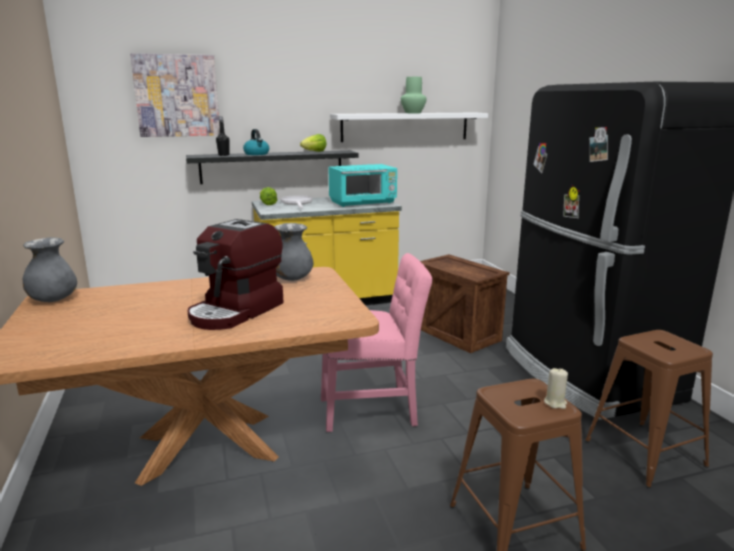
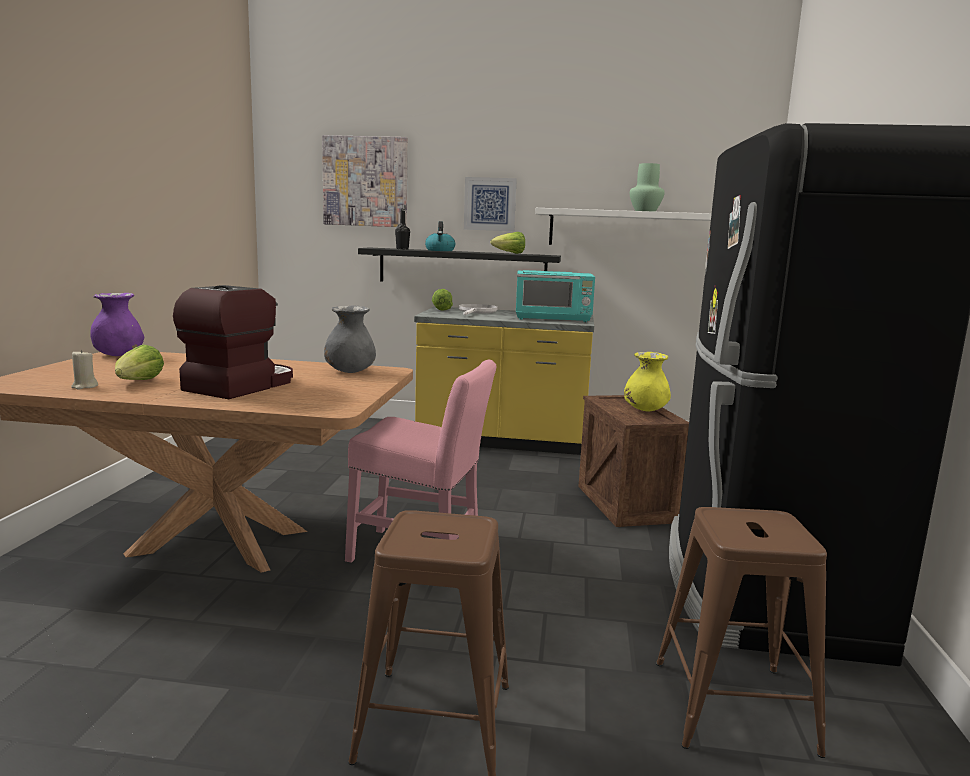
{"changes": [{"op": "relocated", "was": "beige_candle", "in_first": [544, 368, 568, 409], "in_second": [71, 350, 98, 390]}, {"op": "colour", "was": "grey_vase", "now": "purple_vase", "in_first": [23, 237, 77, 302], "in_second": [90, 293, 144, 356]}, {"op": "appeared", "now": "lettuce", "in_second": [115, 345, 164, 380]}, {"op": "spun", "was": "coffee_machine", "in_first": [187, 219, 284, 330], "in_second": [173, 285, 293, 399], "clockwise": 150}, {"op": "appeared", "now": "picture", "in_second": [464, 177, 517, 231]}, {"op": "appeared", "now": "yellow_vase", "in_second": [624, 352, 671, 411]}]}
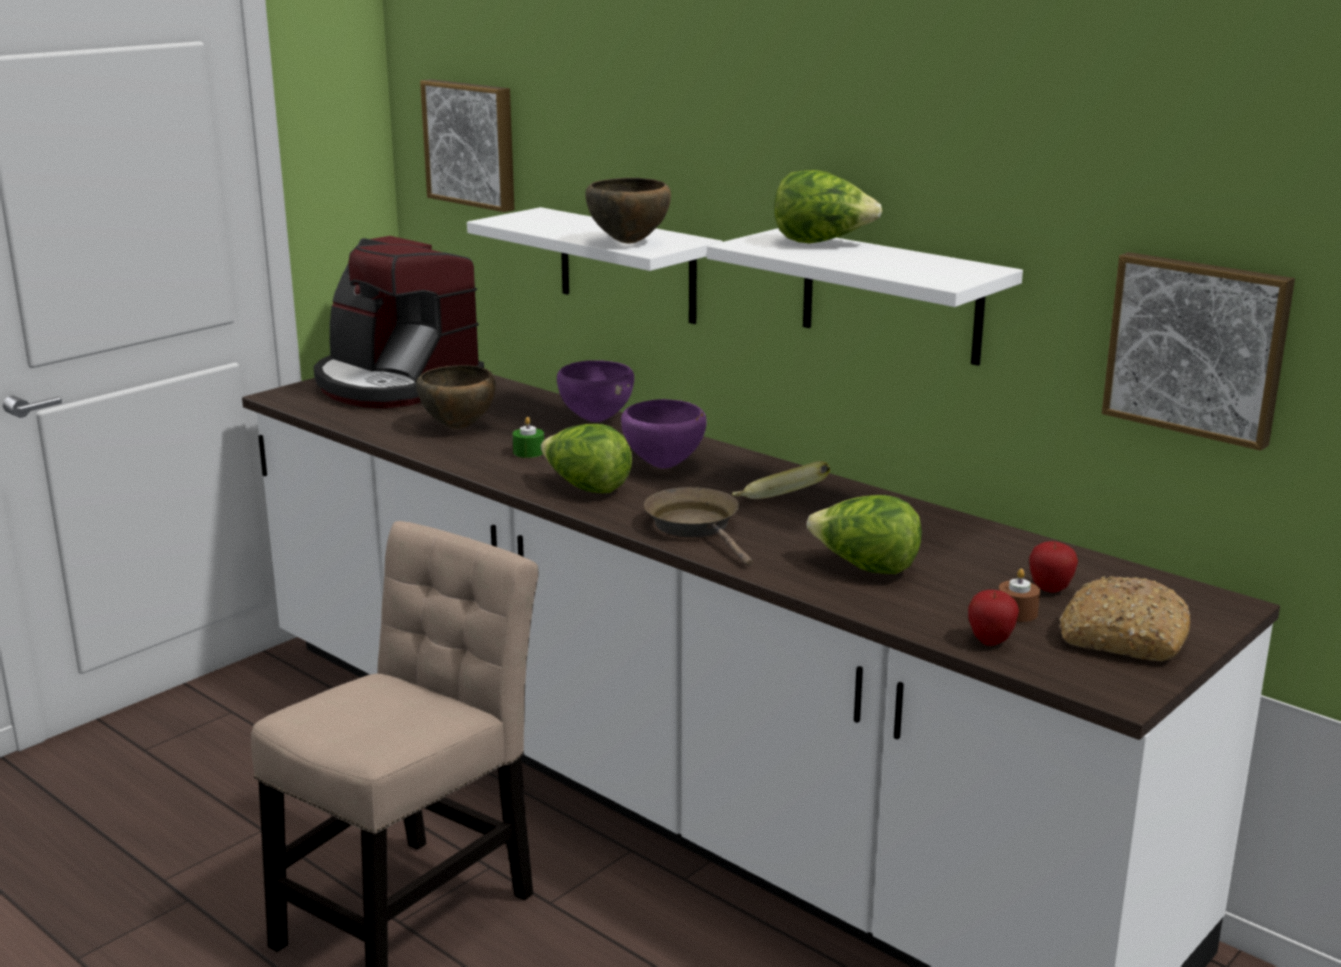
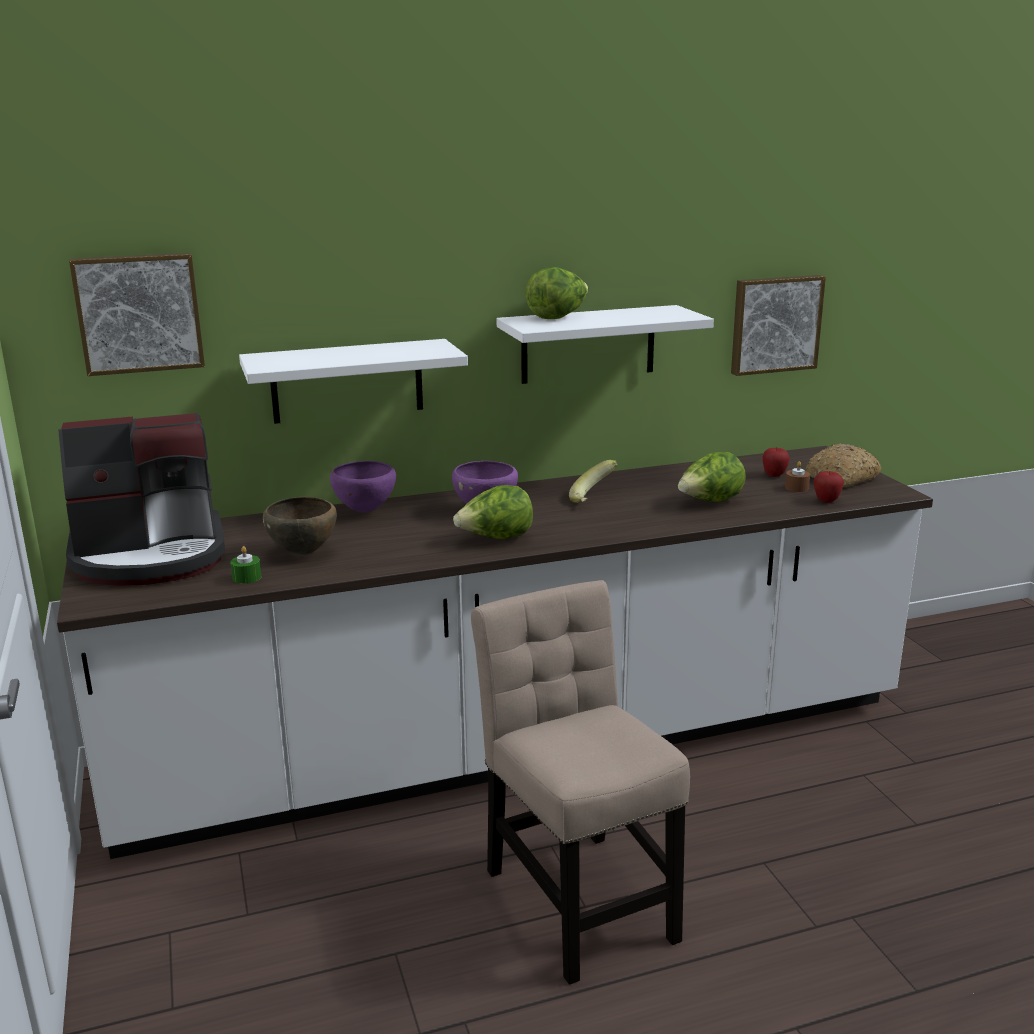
{"changes": [{"op": "relocated", "was": "green_candle", "in_first": [513, 417, 544, 458], "in_second": [230, 546, 261, 584]}, {"op": "missing", "was": "brown_bowl", "in_first": [585, 178, 671, 244]}, {"op": "missing", "was": "brown_frying_pan", "in_first": [644, 487, 753, 566]}]}
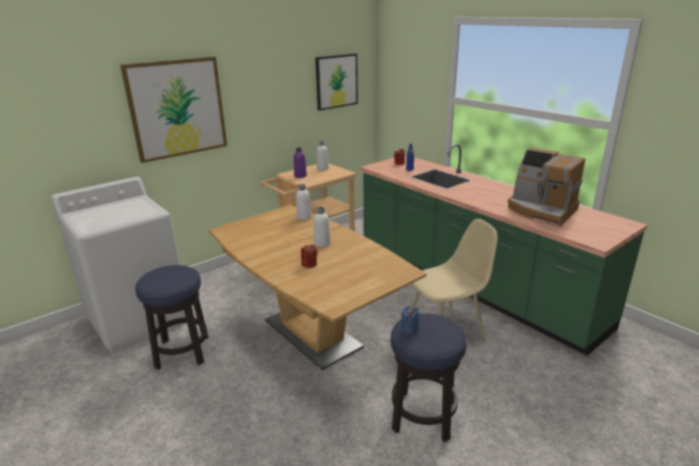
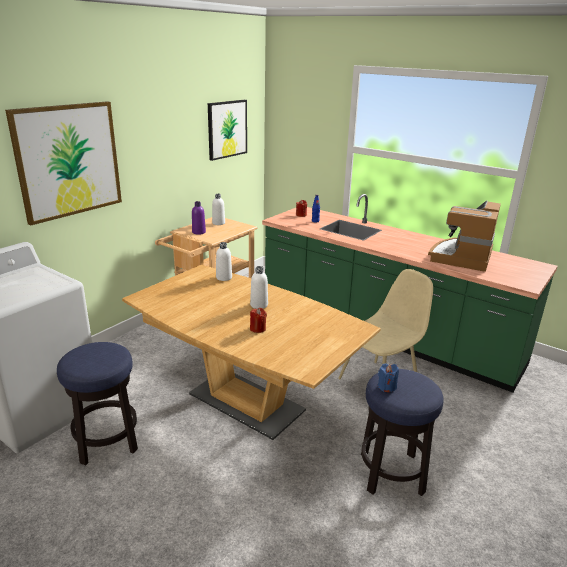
{"changes": [{"op": "spun", "was": "coffee_machine", "in_first": [508, 148, 585, 226], "in_second": [428, 201, 501, 272], "clockwise": 90}]}
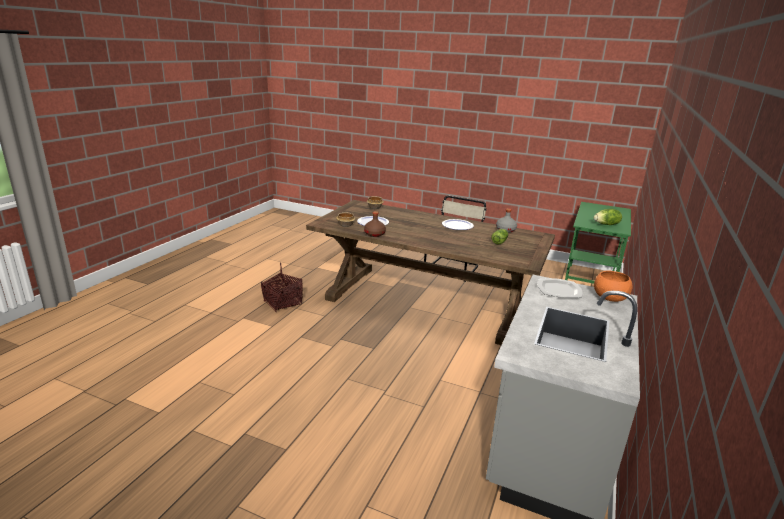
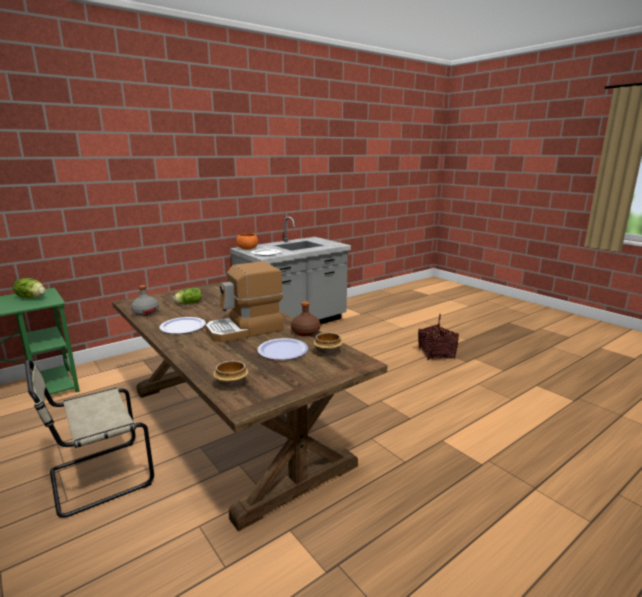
{"changes": [{"op": "appeared", "now": "coffee_machine", "in_second": [205, 261, 284, 343]}, {"op": "relocated", "was": "basket", "in_first": [261, 263, 303, 312], "in_second": [418, 314, 459, 360]}]}
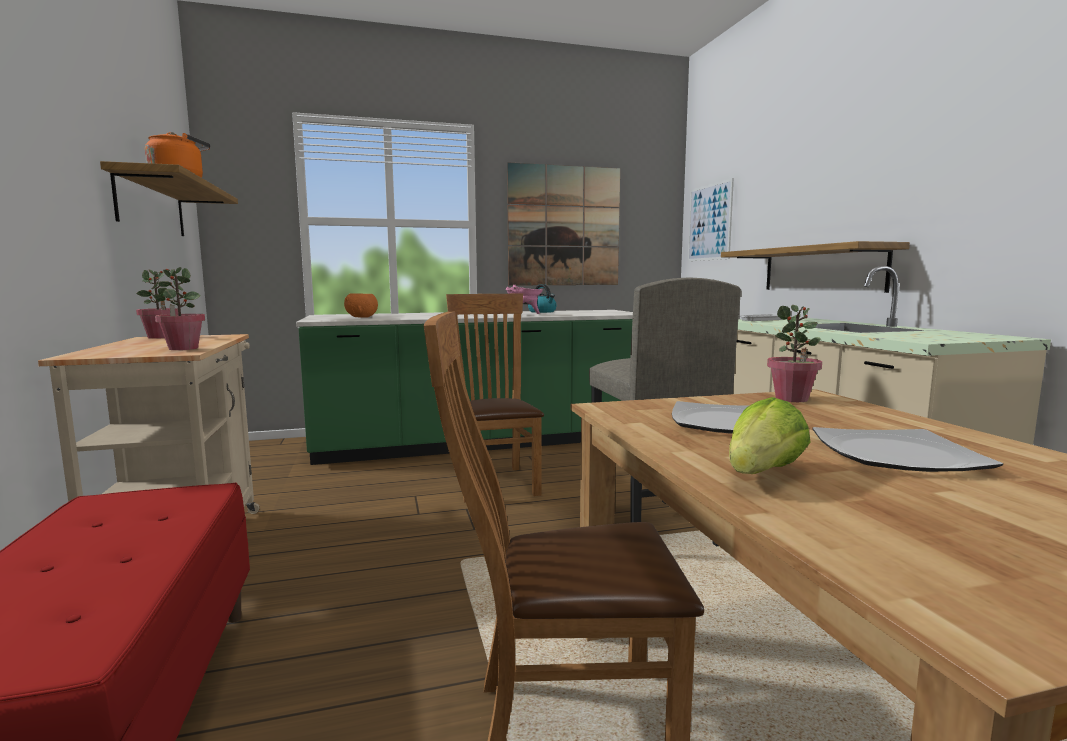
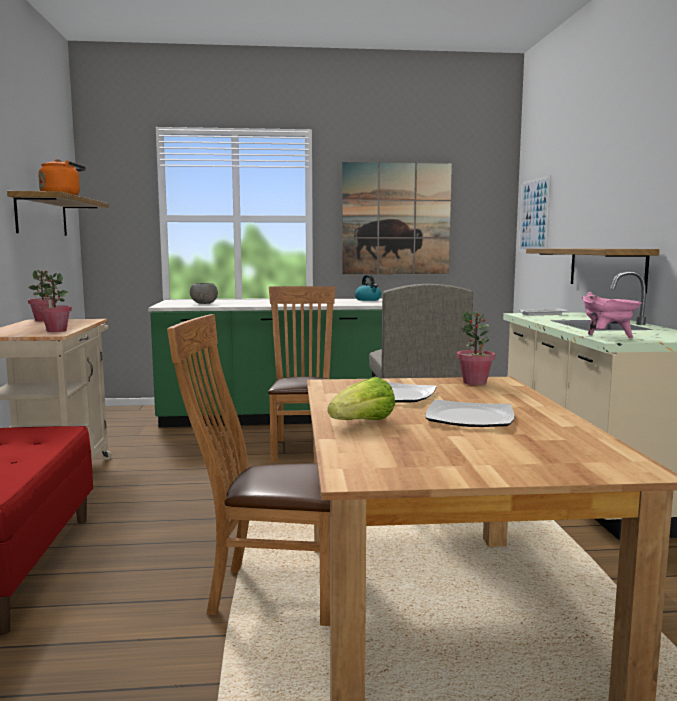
{"changes": [{"op": "colour", "was": "orange_bowl", "now": "grey_bowl", "in_first": [344, 293, 378, 318], "in_second": [190, 283, 218, 304]}, {"op": "relocated", "was": "pink_cooking_pot", "in_first": [506, 285, 543, 314], "in_second": [582, 292, 642, 338]}]}
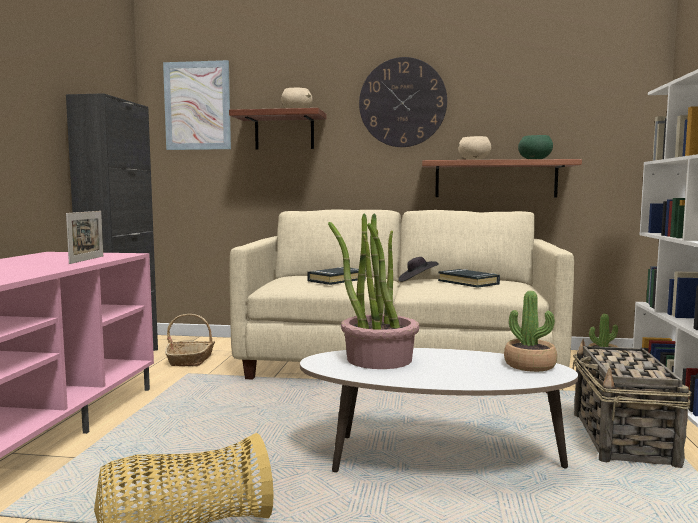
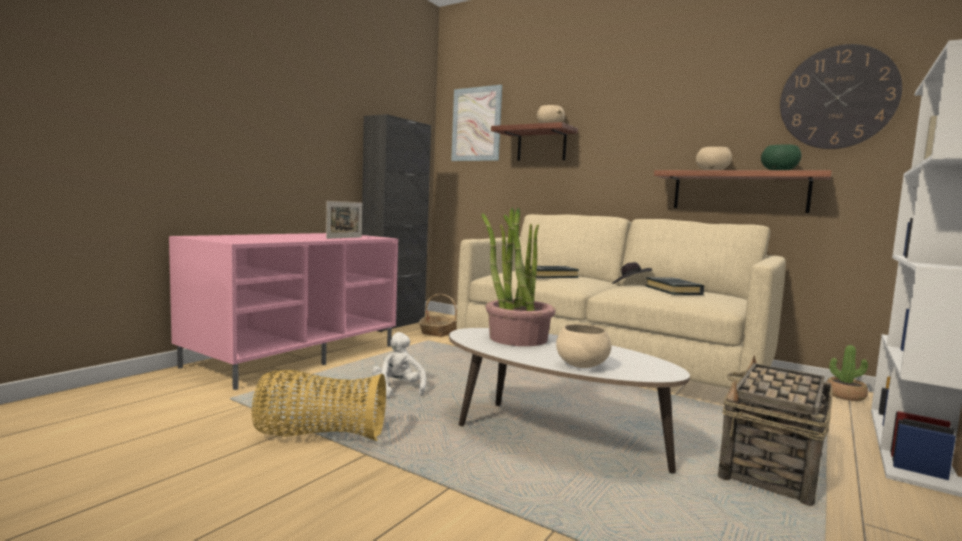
{"changes": [{"op": "appeared", "now": "white_plush_toy", "in_second": [372, 332, 426, 398]}, {"op": "appeared", "now": "beige_bowl", "in_second": [556, 324, 611, 368]}, {"op": "relocated", "was": "wall_clock", "in_first": [359, 57, 447, 147], "in_second": [780, 44, 902, 149]}, {"op": "missing", "was": "potted_plant", "in_first": [504, 291, 557, 372]}]}
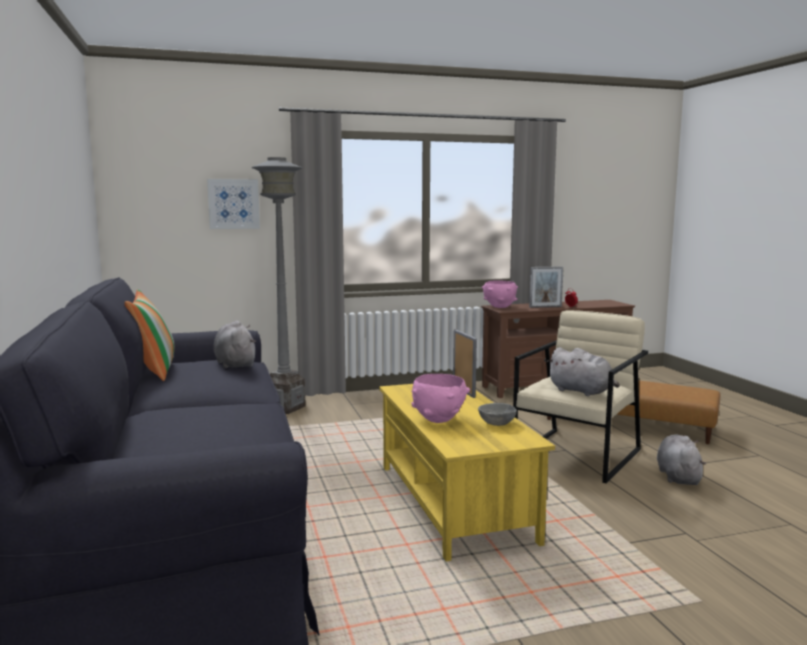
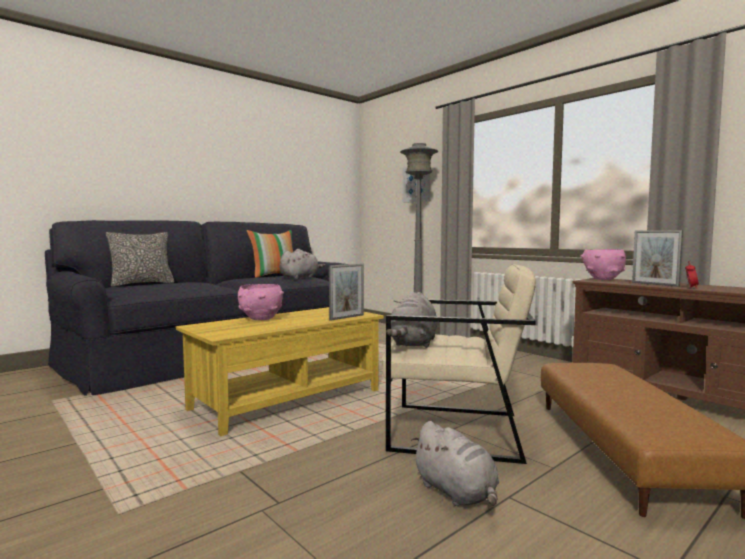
{"changes": [{"op": "appeared", "now": "pillow", "in_second": [106, 232, 174, 287]}, {"op": "spun", "was": "grey_plush_toy", "in_first": [657, 435, 706, 485], "in_second": [411, 421, 499, 506], "clockwise": 75}, {"op": "missing", "was": "grey_bowl", "in_first": [478, 403, 517, 426]}]}
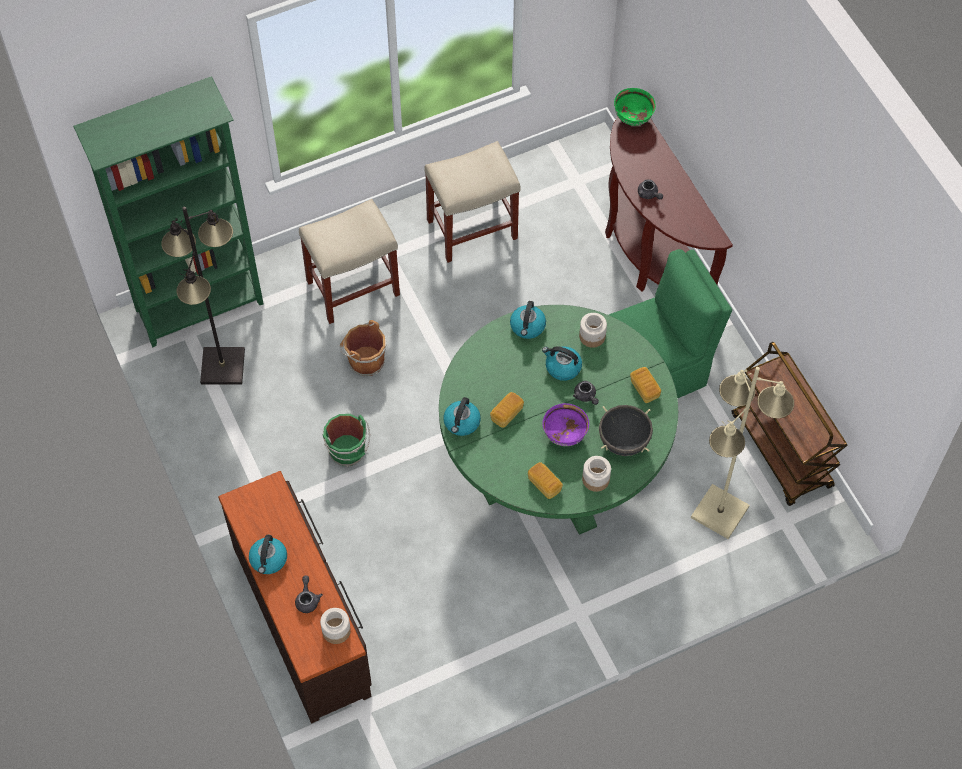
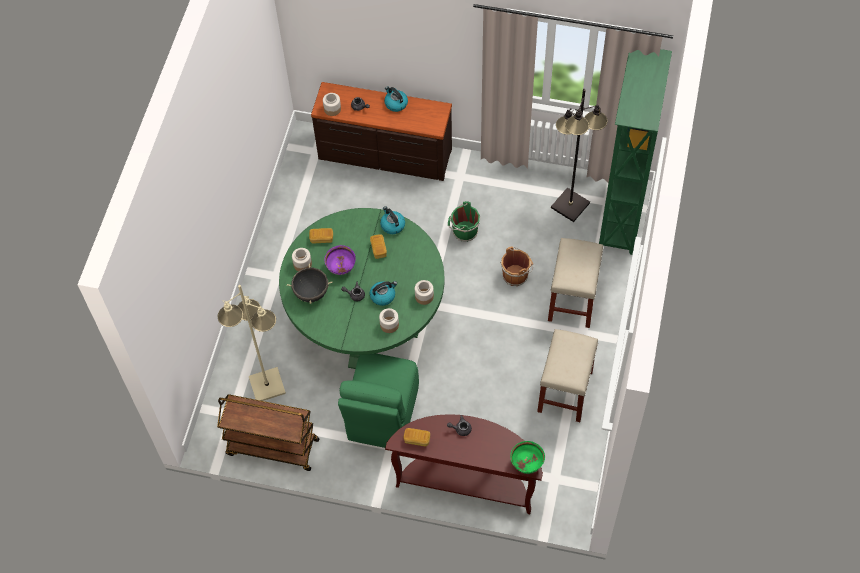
{"changes": [{"op": "relocated", "was": "bread", "in_first": [630, 367, 661, 403], "in_second": [404, 428, 430, 446]}, {"op": "exchanged", "was": "kettle", "now": "jar", "in_first": [510, 301, 546, 339], "in_second": [415, 280, 434, 305]}]}
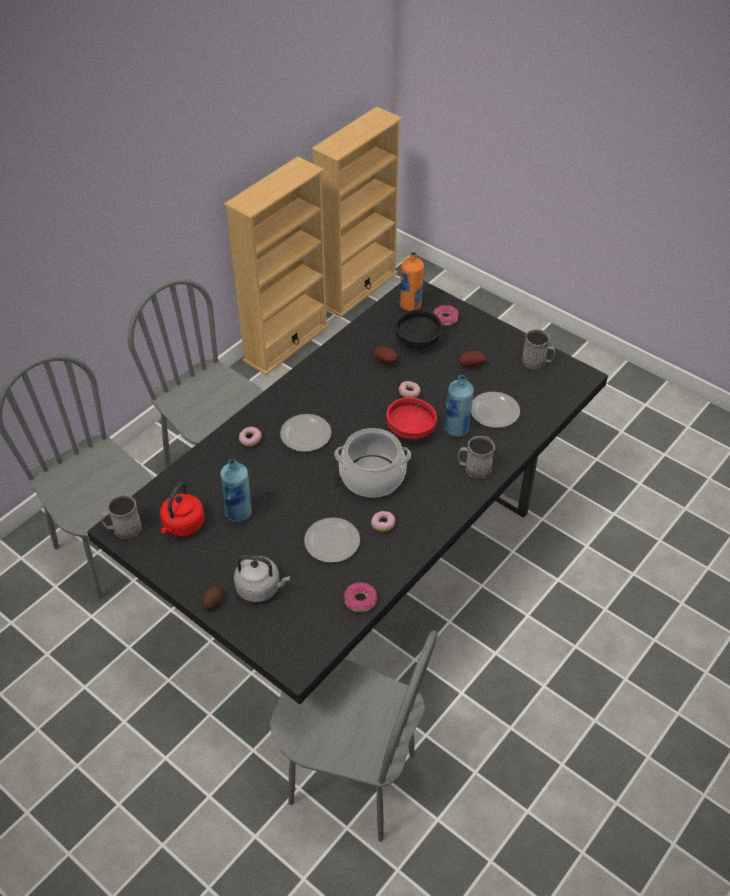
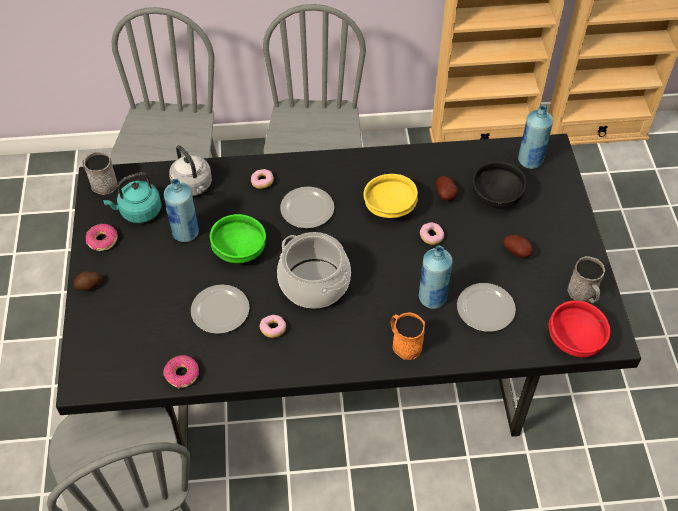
{"changes": [{"op": "relocated", "was": "donut", "in_first": [433, 305, 459, 326], "in_second": [86, 224, 117, 251]}, {"op": "colour", "was": "red_kettle", "now": "turquoise_kettle", "in_first": [160, 482, 205, 537], "in_second": [103, 172, 162, 223]}, {"op": "relocated", "was": "grey_kettle", "in_first": [234, 555, 290, 602], "in_second": [169, 145, 212, 196]}, {"op": "appeared", "now": "green_bowl", "in_second": [210, 214, 266, 263]}, {"op": "appeared", "now": "yellow_bowl", "in_second": [363, 174, 418, 218]}, {"op": "colour", "was": "grey_mug", "now": "orange_mug", "in_first": [458, 436, 495, 478], "in_second": [391, 313, 425, 360]}, {"op": "colour", "was": "orange_bottle", "now": "blue_bottle", "in_first": [400, 251, 424, 311], "in_second": [518, 105, 553, 169]}, {"op": "relocated", "was": "red_bowl", "in_first": [386, 397, 437, 440], "in_second": [549, 301, 610, 357]}]}
